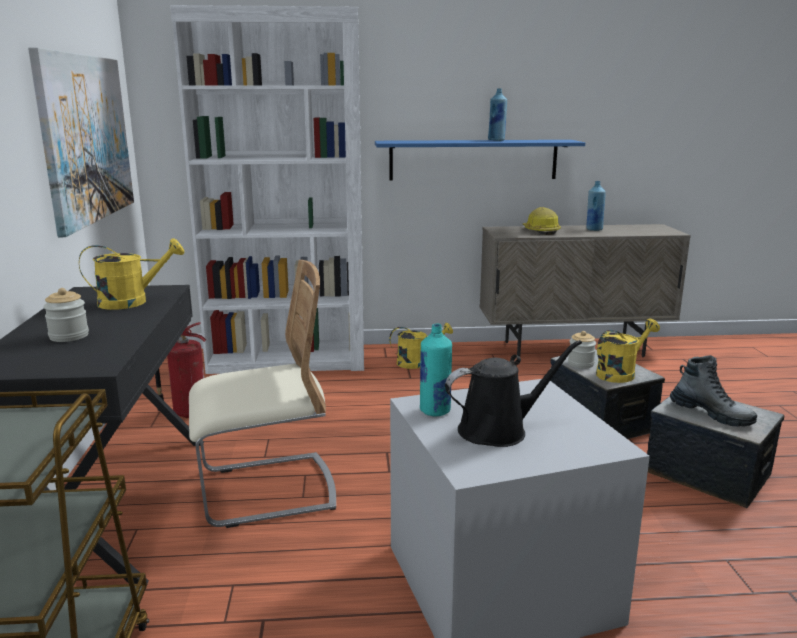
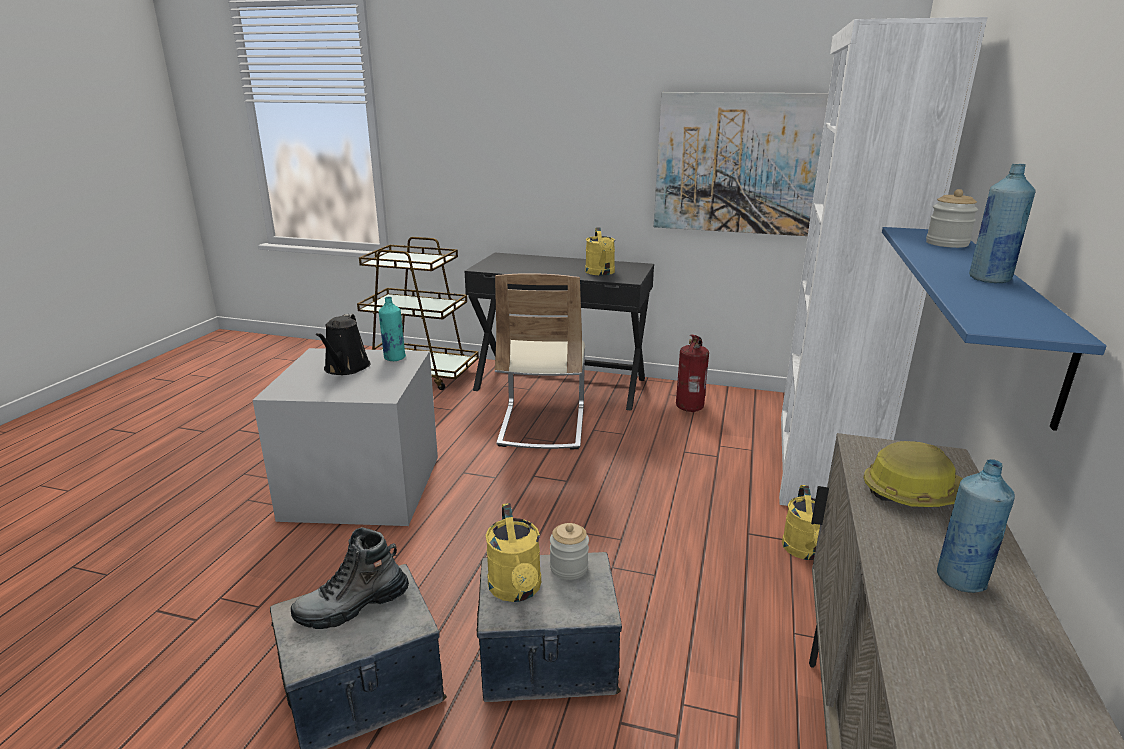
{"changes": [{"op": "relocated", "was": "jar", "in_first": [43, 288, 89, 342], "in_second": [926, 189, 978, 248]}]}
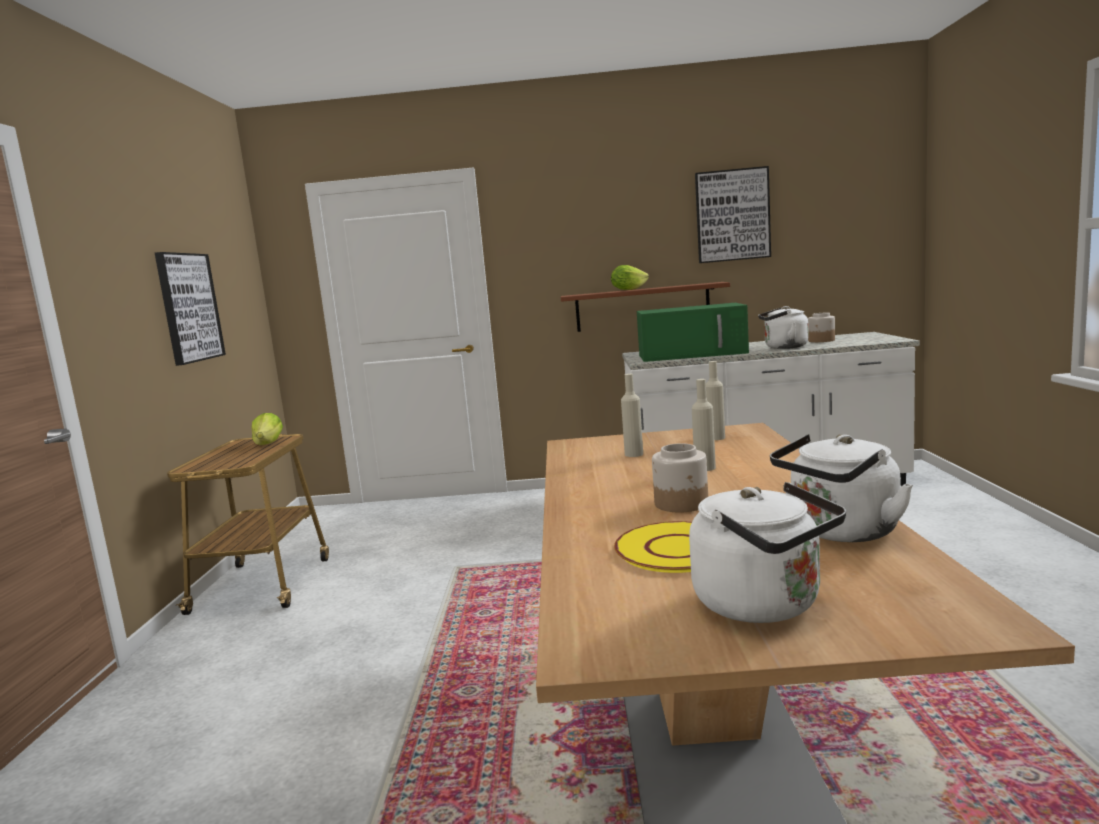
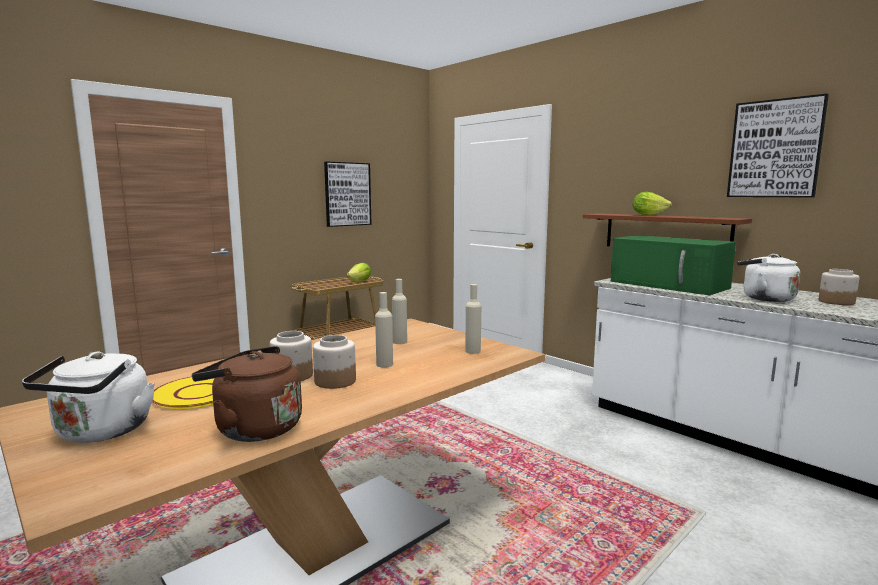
{"changes": [{"op": "colour", "was": "white_kettle", "now": "brown_kettle", "in_first": [770, 434, 913, 542], "in_second": [192, 346, 302, 442]}, {"op": "appeared", "now": "jar", "in_second": [313, 335, 356, 389]}]}
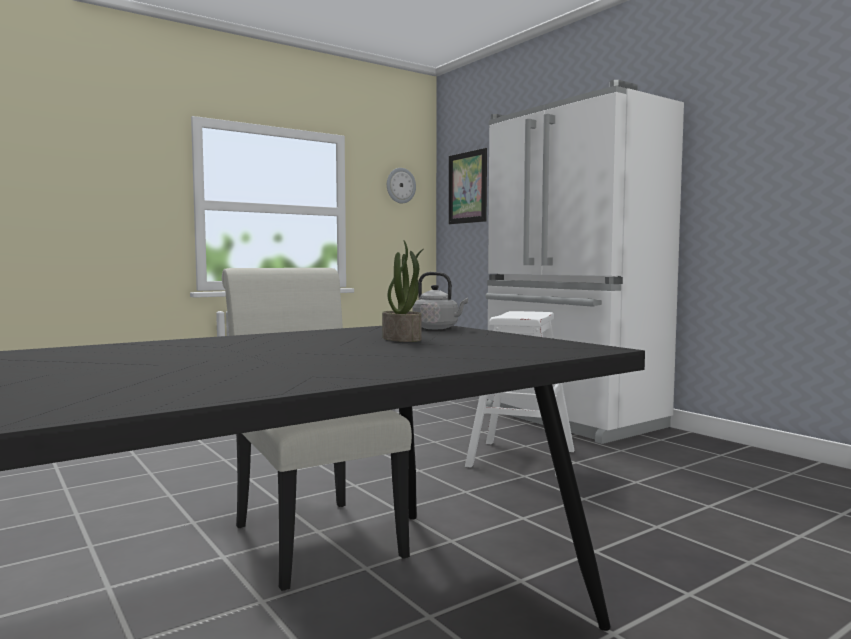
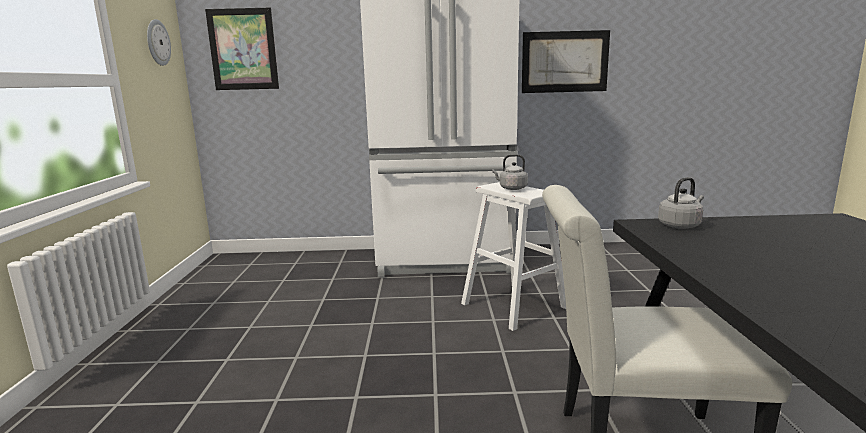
{"changes": [{"op": "appeared", "now": "grey_kettle", "in_second": [492, 154, 528, 190]}, {"op": "appeared", "now": "picture", "in_second": [522, 30, 610, 93]}, {"op": "missing", "was": "potted_plant", "in_first": [382, 240, 423, 342]}]}
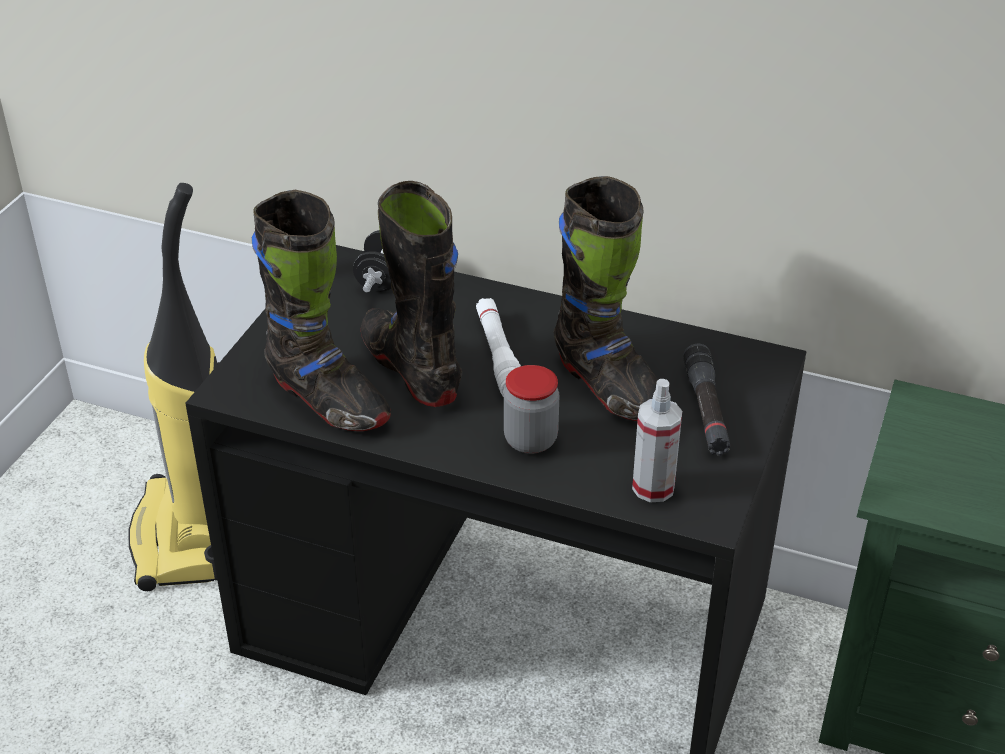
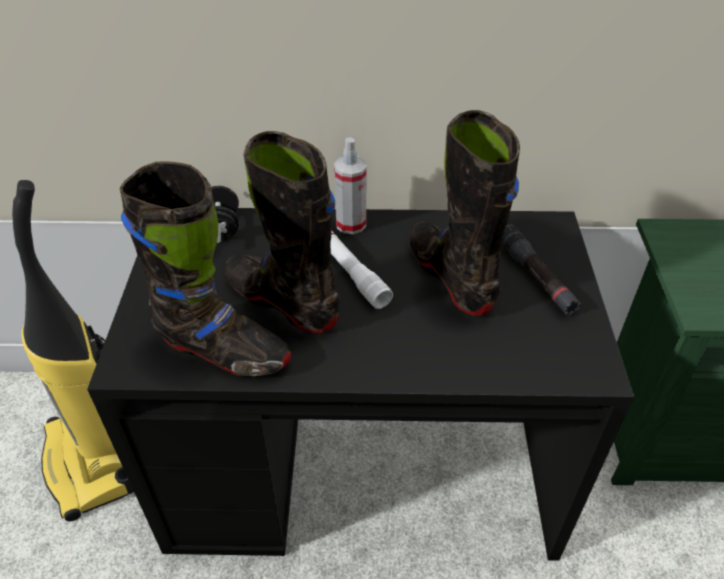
{"changes": [{"op": "relocated", "was": "spray_bottle", "in_first": [632, 379, 682, 502], "in_second": [334, 137, 366, 234]}, {"op": "spun", "was": "black_boot", "in_first": [554, 176, 658, 421], "in_second": [409, 110, 520, 316], "clockwise": -150}, {"op": "missing", "was": "jar", "in_first": [504, 365, 559, 454]}]}
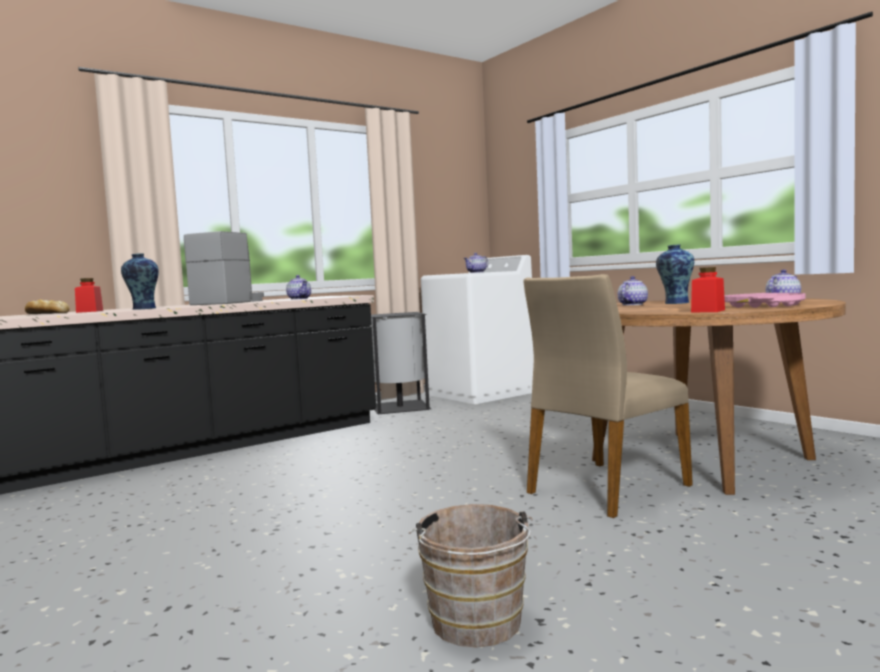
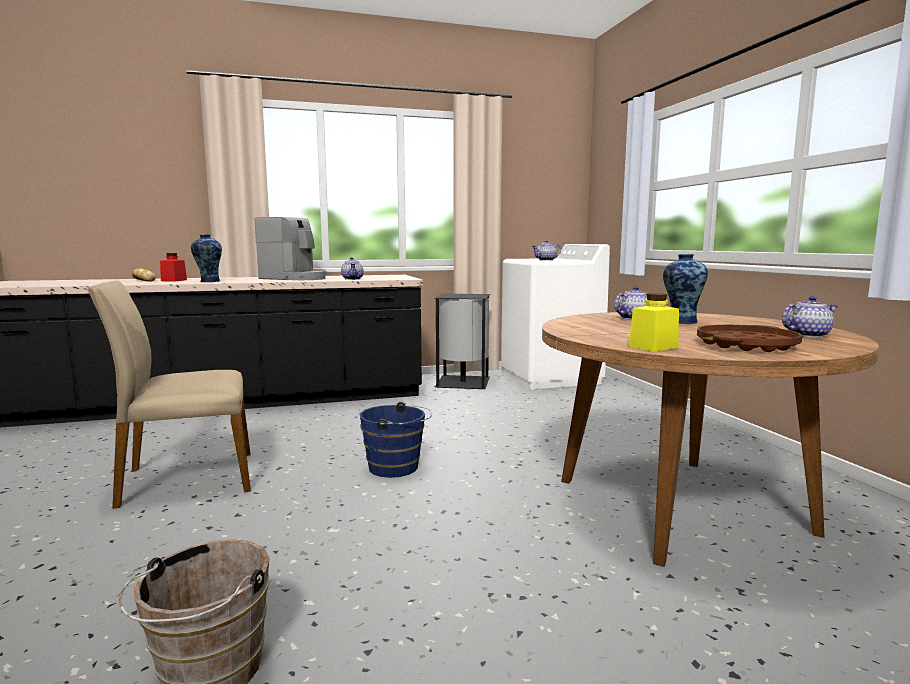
{"changes": [{"op": "relocated", "was": "beige_chair", "in_first": [524, 274, 693, 518], "in_second": [87, 281, 251, 509]}, {"op": "spun", "was": "coffee_machine", "in_first": [184, 231, 264, 305], "in_second": [255, 217, 327, 280], "clockwise": 75}, {"op": "appeared", "now": "blue_bucket", "in_second": [360, 402, 432, 478]}, {"op": "colour", "was": "red_jar", "now": "yellow_jar", "in_first": [691, 267, 725, 312], "in_second": [629, 293, 679, 352]}, {"op": "colour", "was": "pink_tray", "now": "brown_tray", "in_first": [724, 293, 806, 308], "in_second": [697, 325, 802, 352]}]}
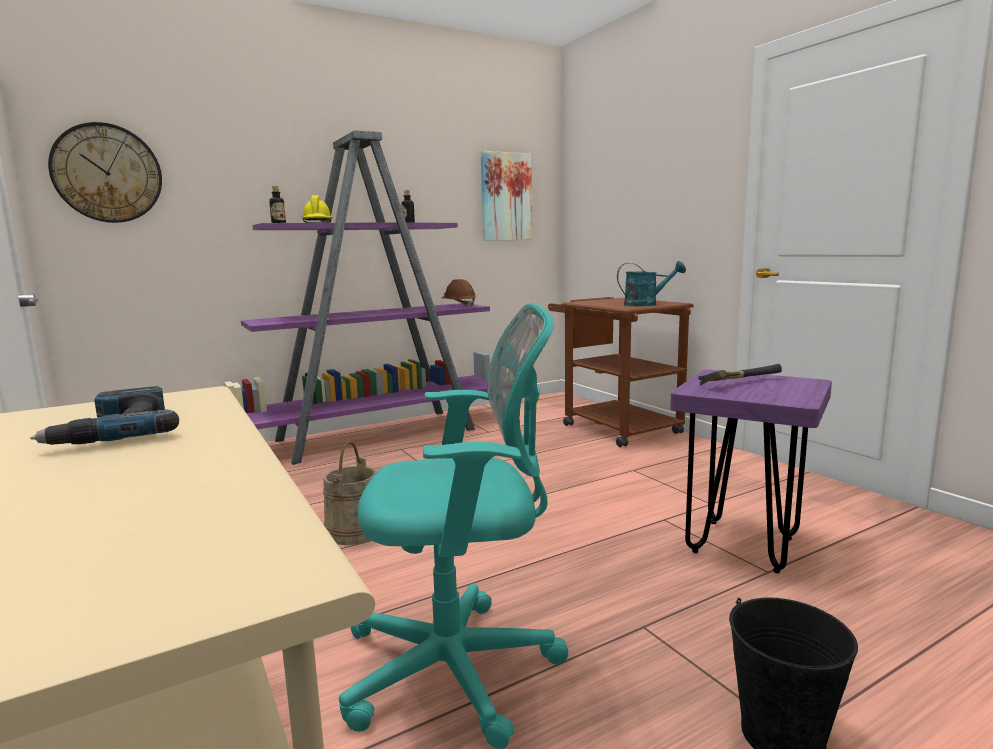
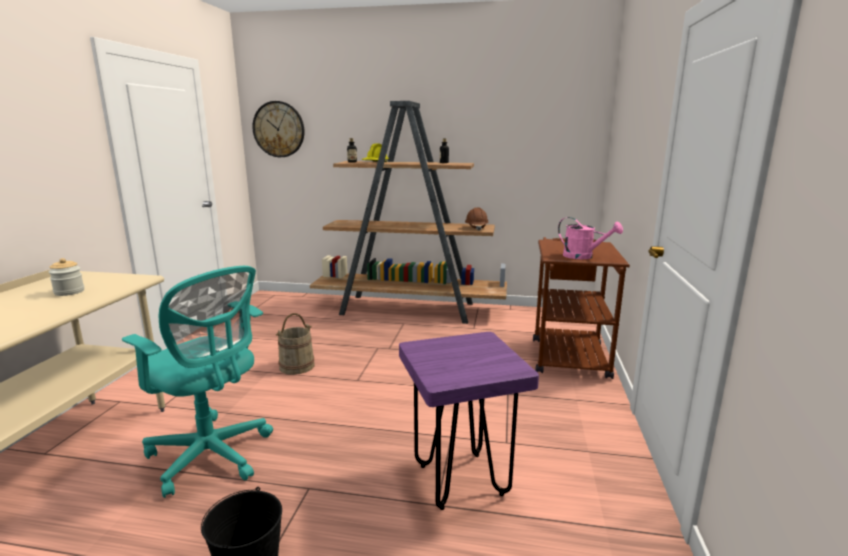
{"changes": [{"op": "exchanged", "was": "power_drill", "now": "jar", "in_first": [30, 386, 179, 445], "in_second": [49, 258, 84, 296]}, {"op": "colour", "was": "purple_bookcase", "now": "brown_bookcase", "in_first": [224, 130, 490, 465], "in_second": [310, 101, 507, 324]}, {"op": "colour", "was": "turquoise_watering_can", "now": "pink_watering_can", "in_first": [617, 261, 686, 306], "in_second": [558, 217, 623, 259]}, {"op": "missing", "was": "picture", "in_first": [481, 151, 532, 241]}, {"op": "missing", "was": "hammer", "in_first": [698, 364, 782, 385]}]}
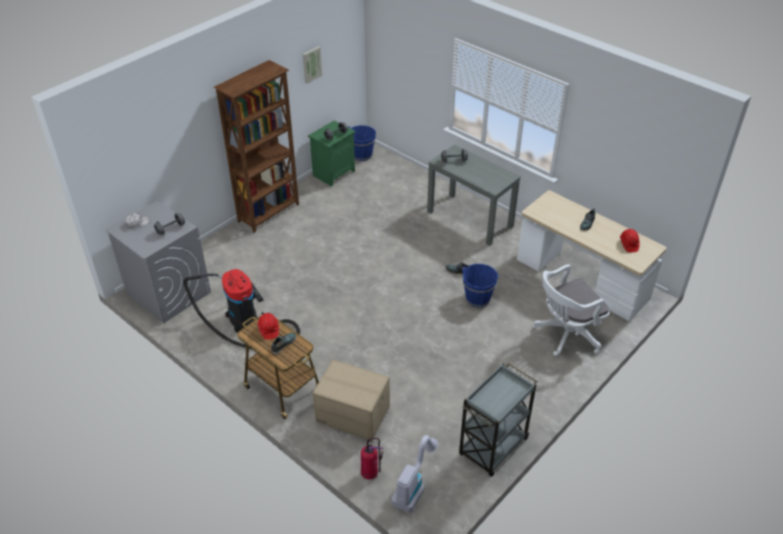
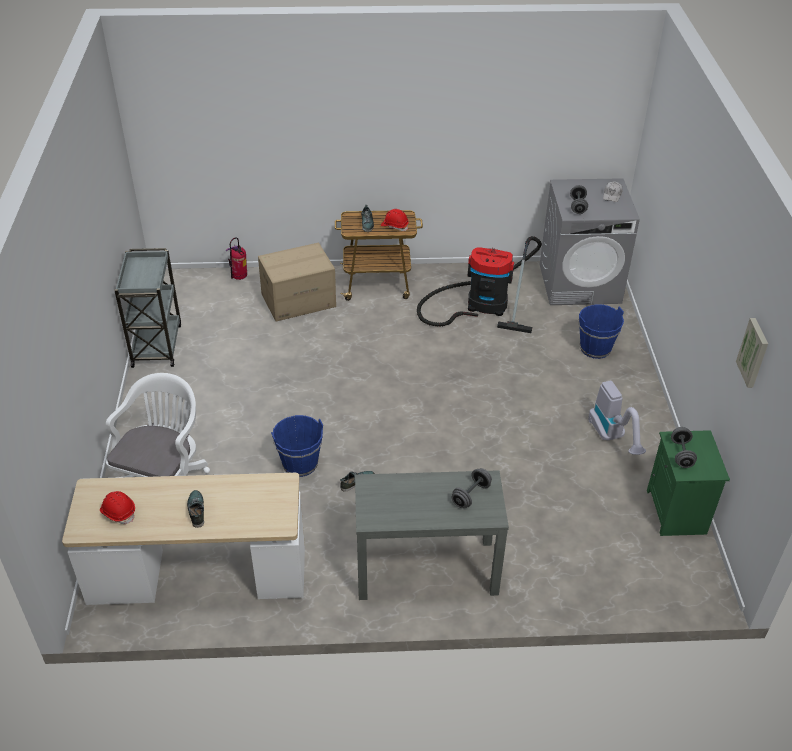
{"changes": [{"op": "relocated", "was": "blue_bucket", "in_first": [348, 125, 376, 161], "in_second": [578, 305, 624, 359]}, {"op": "relocated", "was": "vacuum_cleaner", "in_first": [392, 435, 438, 513], "in_second": [588, 381, 646, 455]}, {"op": "missing", "was": "brown_bookcase", "in_first": [213, 60, 299, 233]}]}
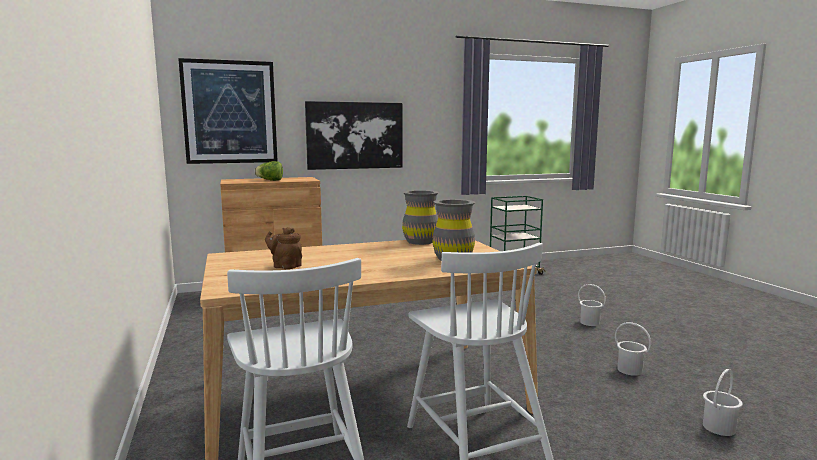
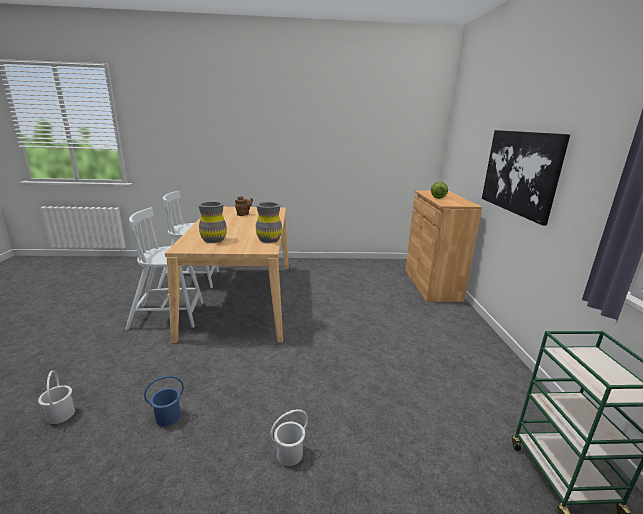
{"changes": [{"op": "colour", "was": "white_bucket", "now": "blue_bucket", "in_first": [615, 322, 651, 376], "in_second": [144, 376, 184, 426]}, {"op": "missing", "was": "picture", "in_first": [178, 58, 277, 164]}]}
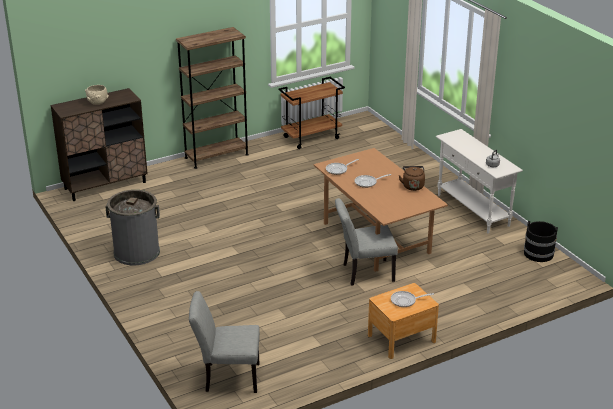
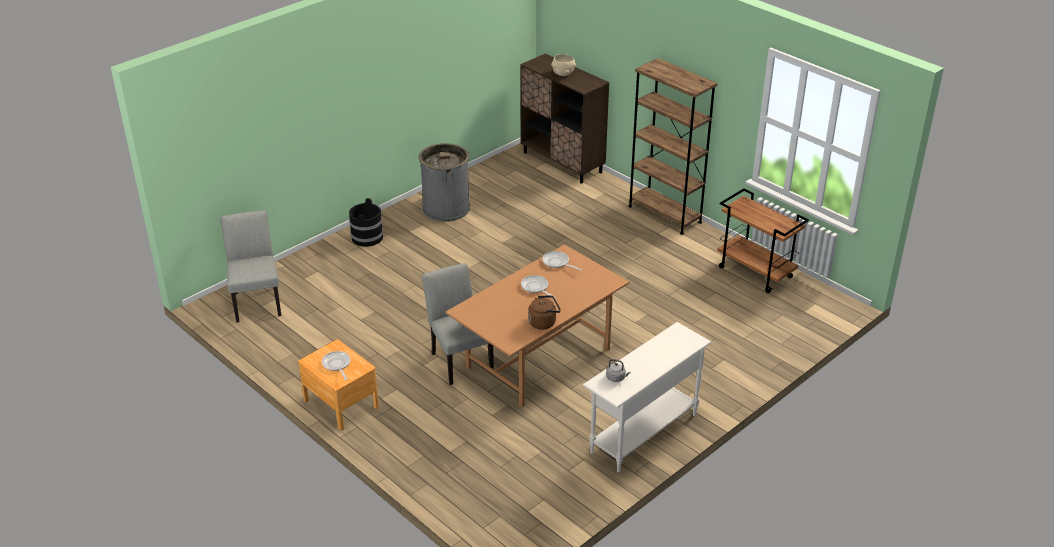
{"changes": [{"op": "relocated", "was": "black_bucket", "in_first": [524, 221, 558, 262], "in_second": [349, 198, 383, 247]}]}
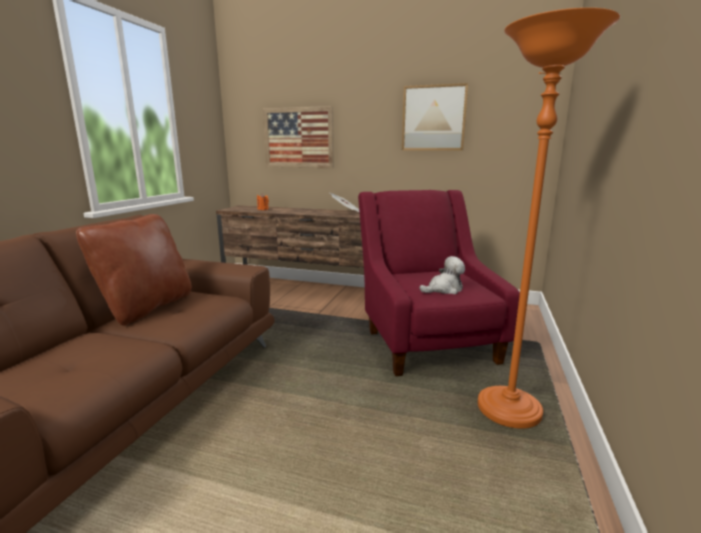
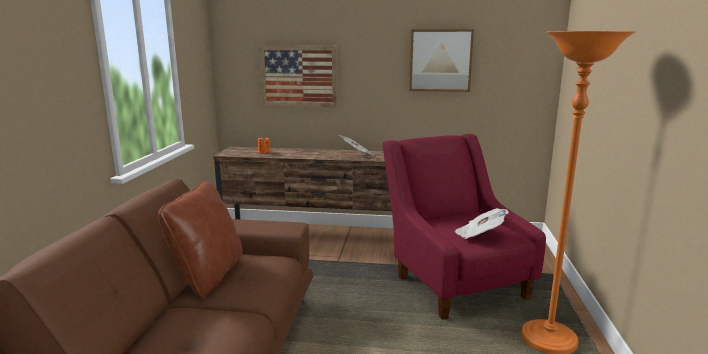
{"changes": [{"op": "exchanged", "was": "plush_toy", "now": "newspaper", "in_first": [419, 256, 465, 294], "in_second": [455, 208, 509, 239]}]}
